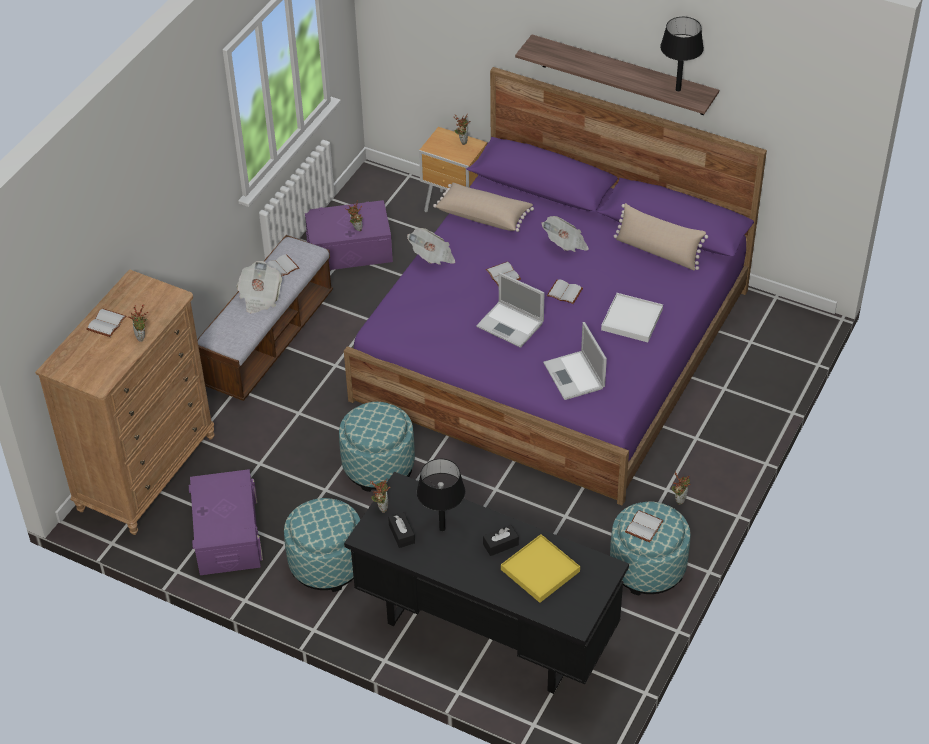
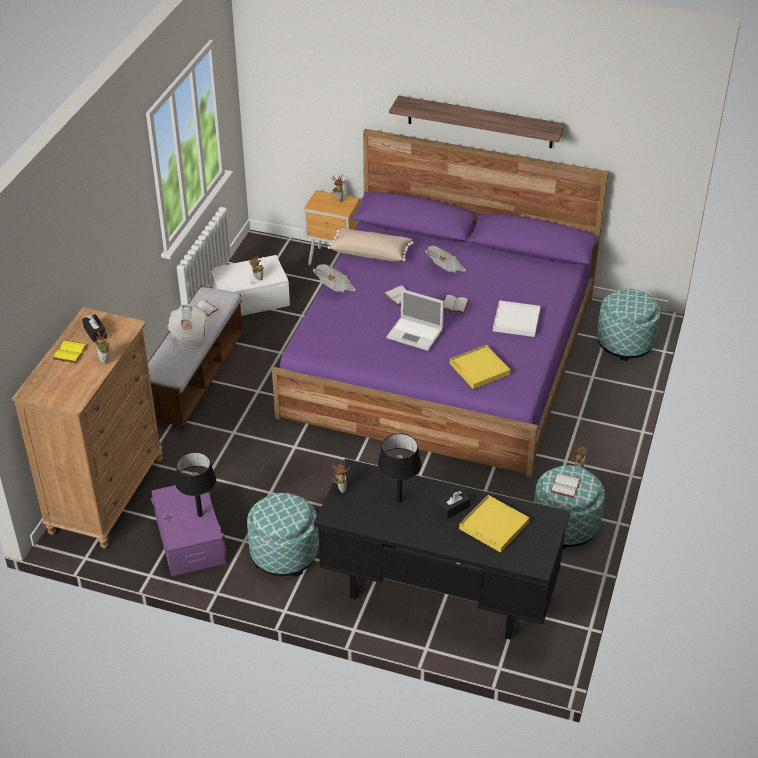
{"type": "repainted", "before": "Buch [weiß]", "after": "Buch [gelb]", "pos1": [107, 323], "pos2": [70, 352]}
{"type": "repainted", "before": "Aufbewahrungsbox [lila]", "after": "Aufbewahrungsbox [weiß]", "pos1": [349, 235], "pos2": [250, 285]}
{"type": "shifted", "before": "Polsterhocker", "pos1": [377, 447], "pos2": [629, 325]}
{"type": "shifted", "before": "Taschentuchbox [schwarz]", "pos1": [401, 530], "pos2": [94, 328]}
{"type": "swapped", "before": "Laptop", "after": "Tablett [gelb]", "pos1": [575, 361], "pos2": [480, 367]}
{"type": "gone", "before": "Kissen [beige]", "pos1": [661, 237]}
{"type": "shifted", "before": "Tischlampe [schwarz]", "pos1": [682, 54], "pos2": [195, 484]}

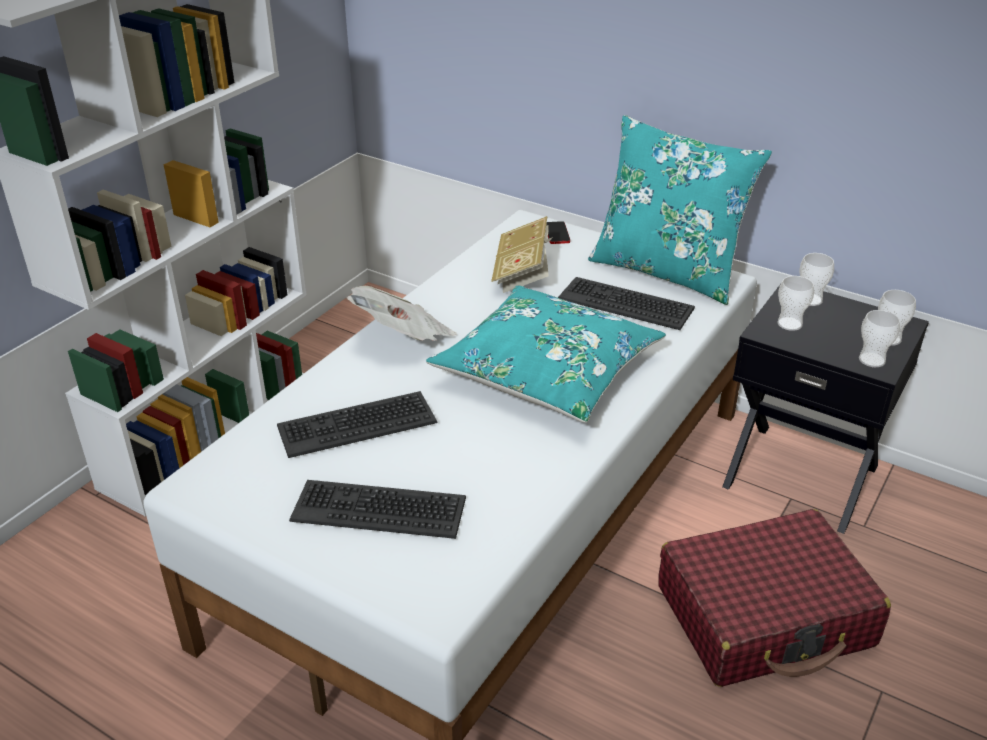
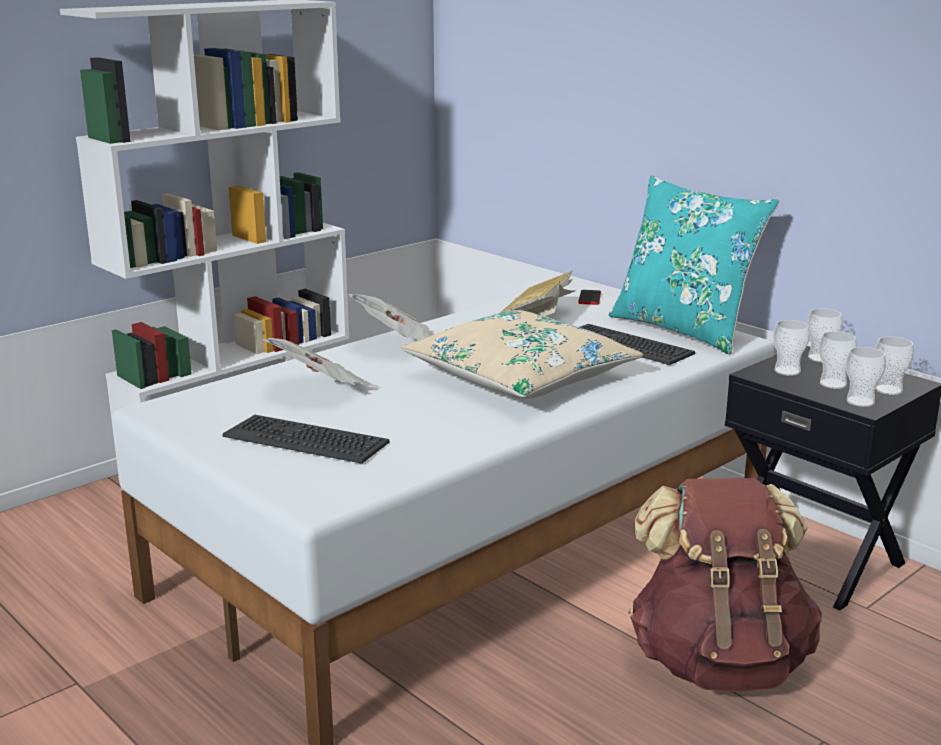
{"type": "swapped", "before": "Tastatur", "after": "Zeitung", "pos1": [357, 424], "pos2": [319, 362]}
{"type": "repainted", "before": "Kissen [türkis]", "after": "Kissen [beige]", "pos1": [546, 354], "pos2": [522, 354]}
{"type": "swapped", "before": "Koffer [rot]", "after": "Rucksack [braun]", "pos1": [774, 598], "pos2": [725, 585]}
{"type": "new", "after": "Tasse", "pos2": [838, 360]}

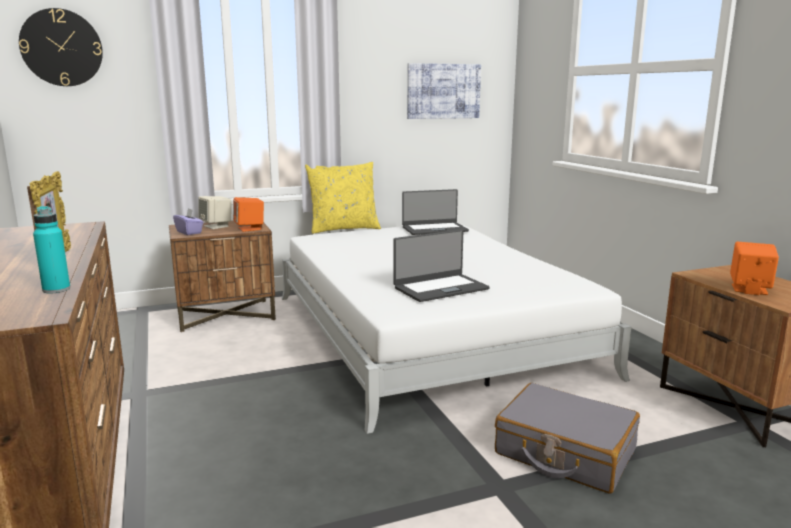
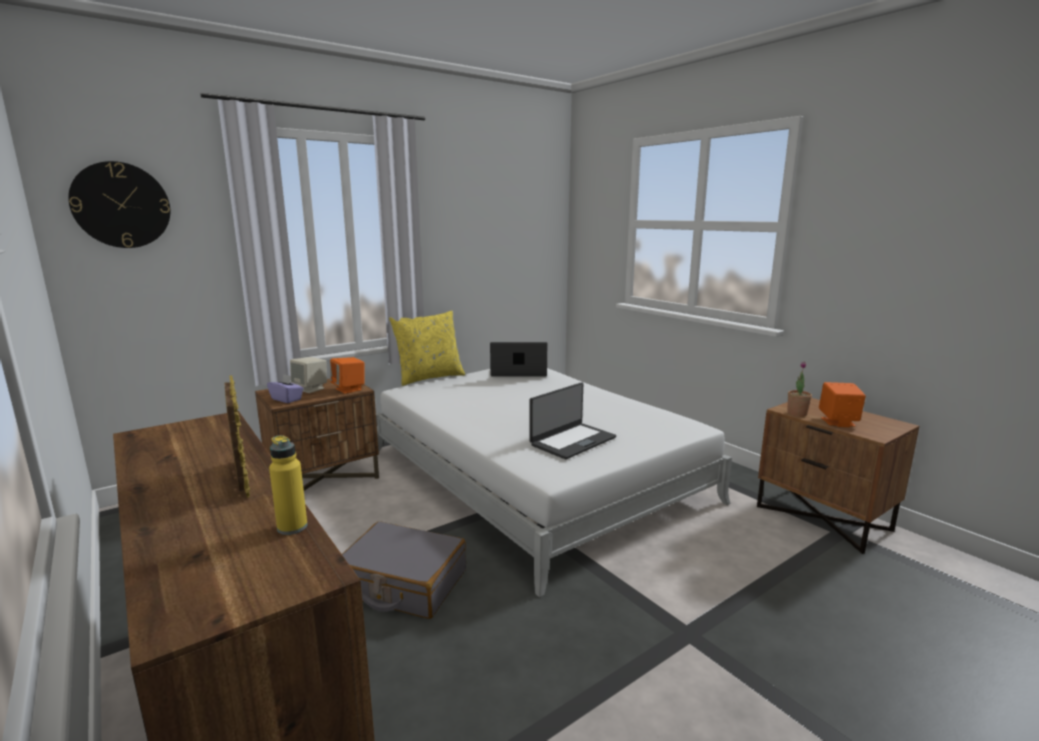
{"type": "repainted", "before": "Flasche [türkis]", "after": "Flasche [gelb]", "pos1": [51, 249], "pos2": [288, 485]}
{"type": "rotated", "before": "Laptop", "pos1": [435, 212], "pos2": [518, 359], "turn": -150}
{"type": "gone", "before": "Bild", "pos1": [444, 91]}
{"type": "shifted", "before": "Koffer [grau]", "pos1": [567, 438], "pos2": [404, 570]}
{"type": "new", "after": "Topfpflanze", "pos2": [799, 389]}

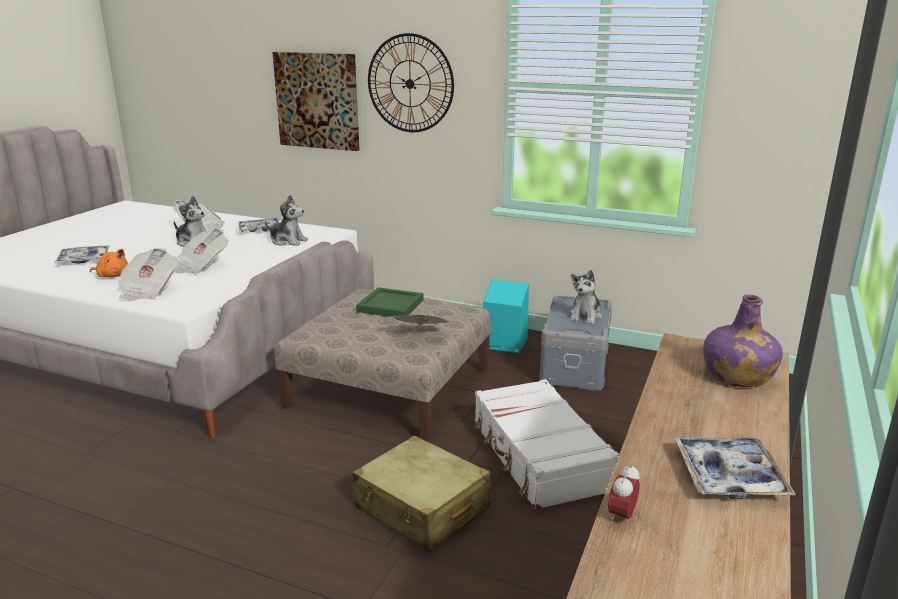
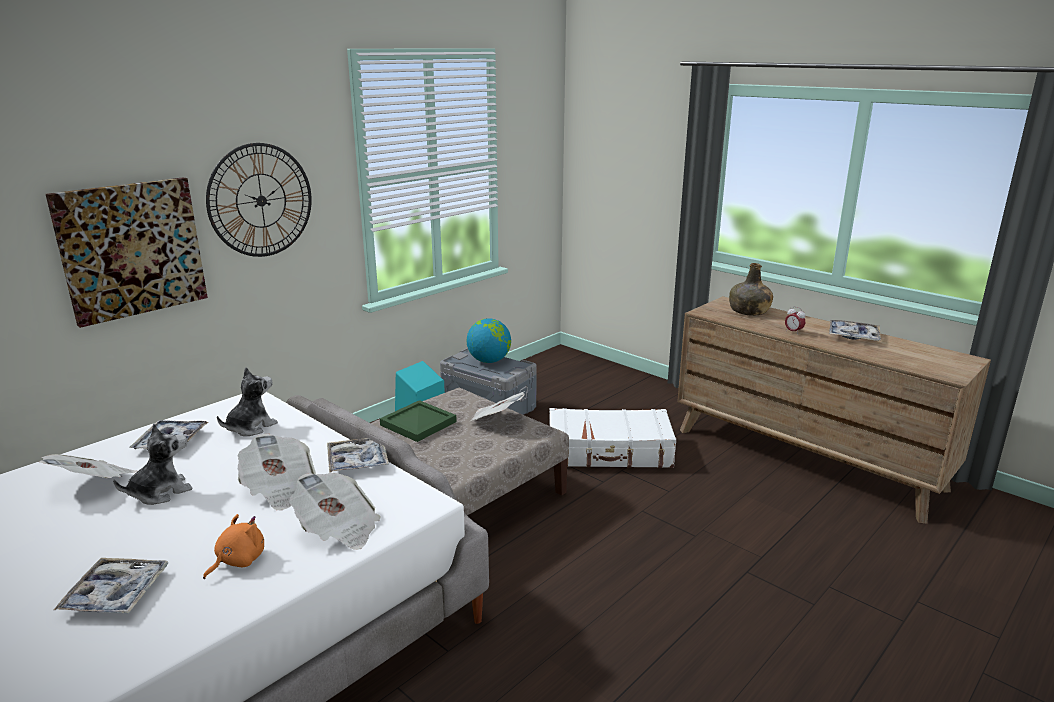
{"type": "gone", "before": "Koffer [beige]", "pos1": [421, 494]}
{"type": "swapped", "before": "Plüschtier", "after": "Globus", "pos1": [586, 297], "pos2": [488, 340]}
{"type": "shifted", "before": "Wecker", "pos1": [624, 493], "pos2": [795, 320]}
{"type": "repainted", "before": "Flasche [lila]", "after": "Flasche [grün]", "pos1": [743, 341], "pos2": [751, 289]}
{"type": "new", "after": "Tablett", "pos2": [358, 455]}

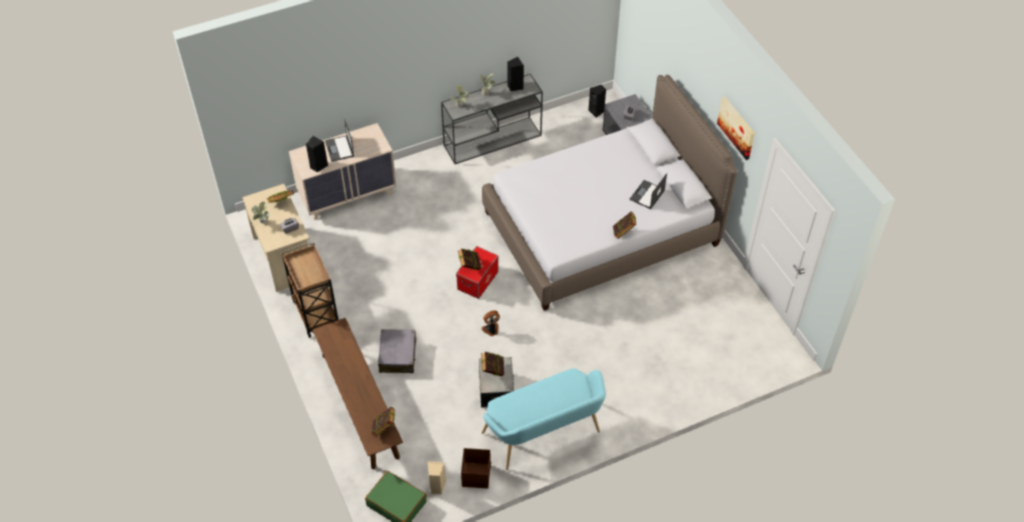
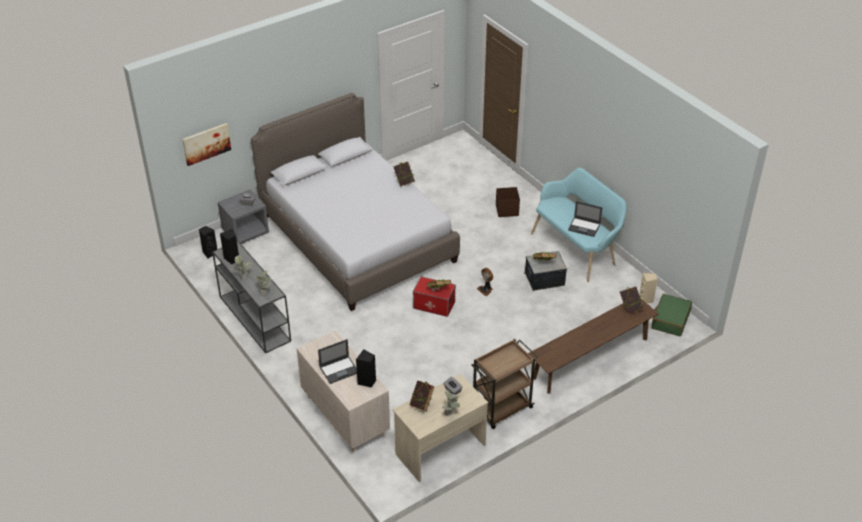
{"type": "gone", "before": "Koffer [grau]", "pos1": [397, 351]}
{"type": "shifted", "before": "Aufbewahrungsbox [braun]", "pos1": [476, 468], "pos2": [508, 202]}
{"type": "shifted", "before": "Laptop", "pos1": [648, 191], "pos2": [585, 219]}
{"type": "shifted", "before": "Bild", "pos1": [736, 128], "pos2": [206, 144]}

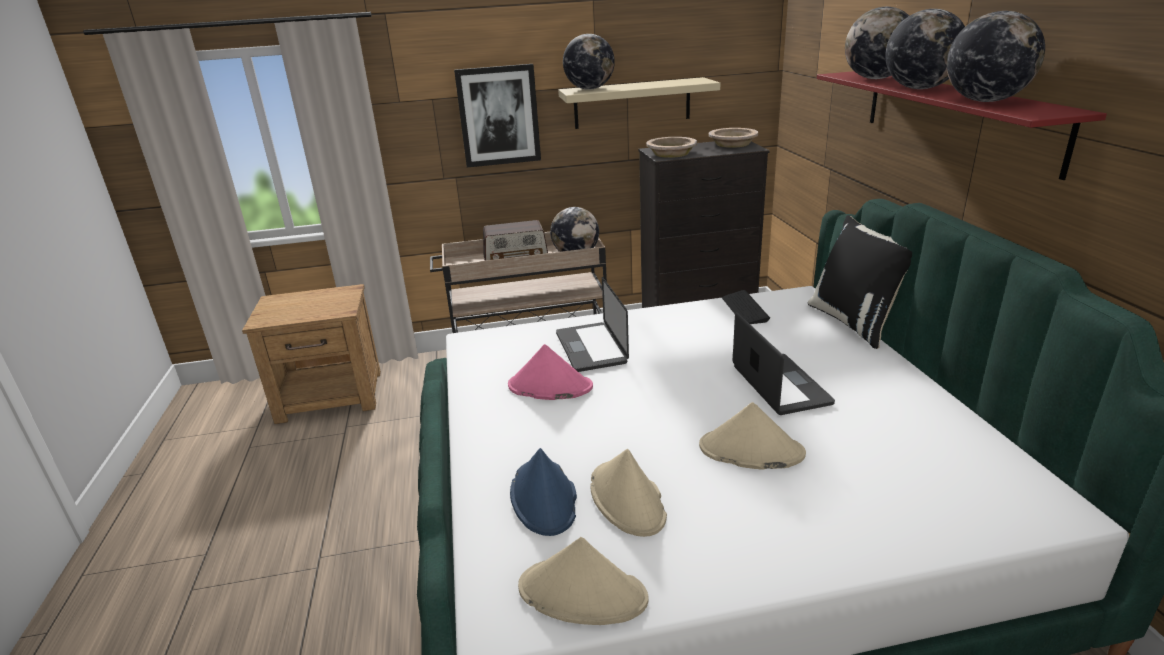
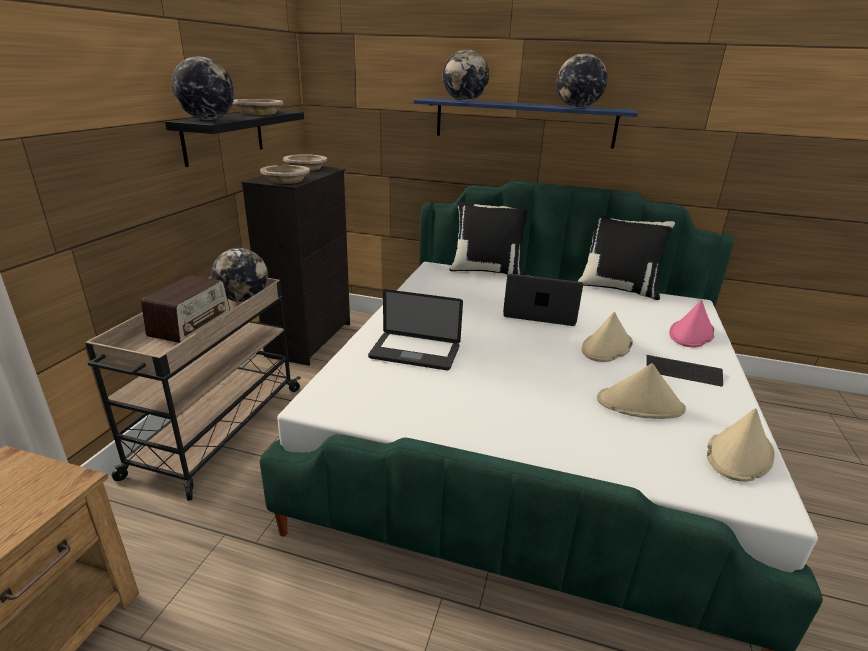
{"type": "gone", "before": "Bild", "pos1": [497, 115]}
{"type": "shifted", "before": "Hut [rosa]", "pos1": [550, 372], "pos2": [691, 323]}
{"type": "gone", "before": "Hut [blau]", "pos1": [543, 492]}
{"type": "repainted", "before": "Wandregal [beige]", "after": "Wandregal [schwarz]", "pos1": [639, 103], "pos2": [234, 138]}
{"type": "shifted", "before": "Tastatur", "pos1": [746, 307], "pos2": [684, 370]}
{"type": "repainted", "before": "Wandregal [rot]", "after": "Wandregal [blau]", "pos1": [962, 125], "pos2": [526, 123]}
{"type": "gone", "before": "Globus", "pos1": [925, 49]}
{"type": "new", "after": "Schüssel [beige]", "pos2": [258, 107]}
{"type": "new", "after": "Kissen [schwarz]", "pos2": [626, 258]}

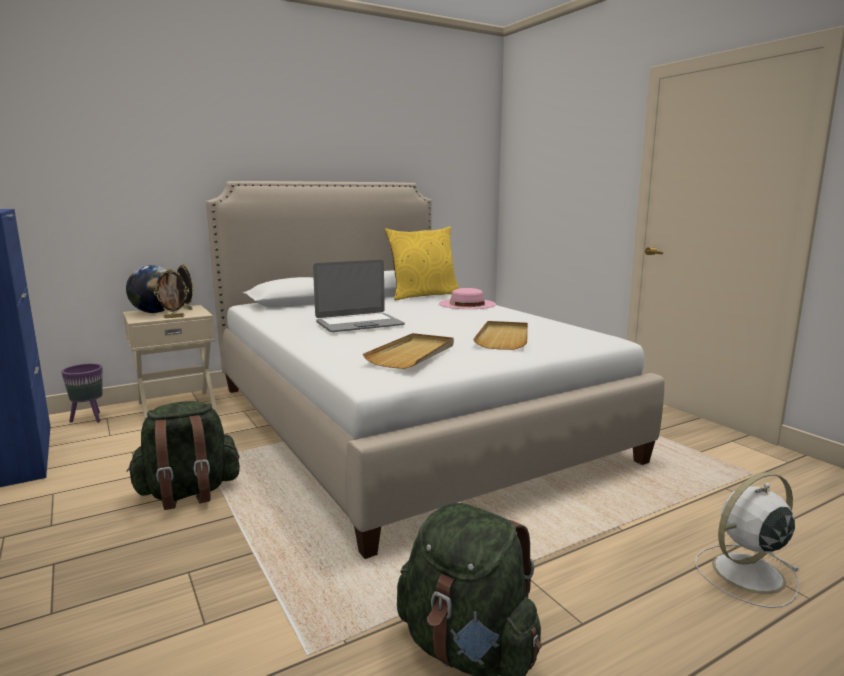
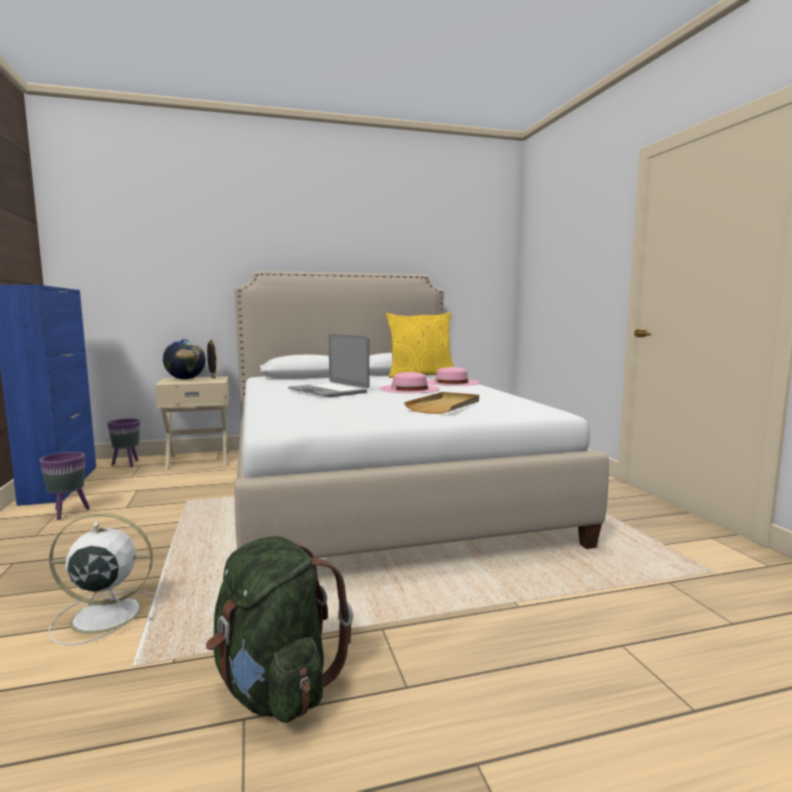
{"type": "gone", "before": "Rucksack [grün]", "pos1": [183, 455]}
{"type": "gone", "before": "Bilderrahmen", "pos1": [171, 293]}
{"type": "rotated", "before": "Laptop", "pos1": [359, 296], "pos2": [328, 365], "turn": 60}
{"type": "gone", "before": "Tablett [beige]", "pos1": [408, 351]}
{"type": "shifted", "before": "Ventilator [weiß]", "pos1": [747, 540], "pos2": [103, 579]}
{"type": "new", "after": "Pflanzkübel [lila]", "pos2": [64, 486]}
{"type": "new", "after": "Hut [rosa]", "pos2": [410, 382]}

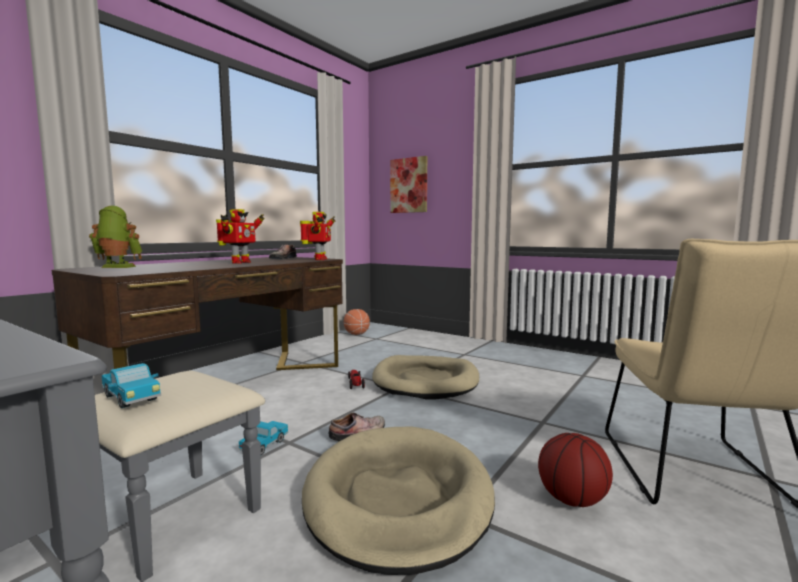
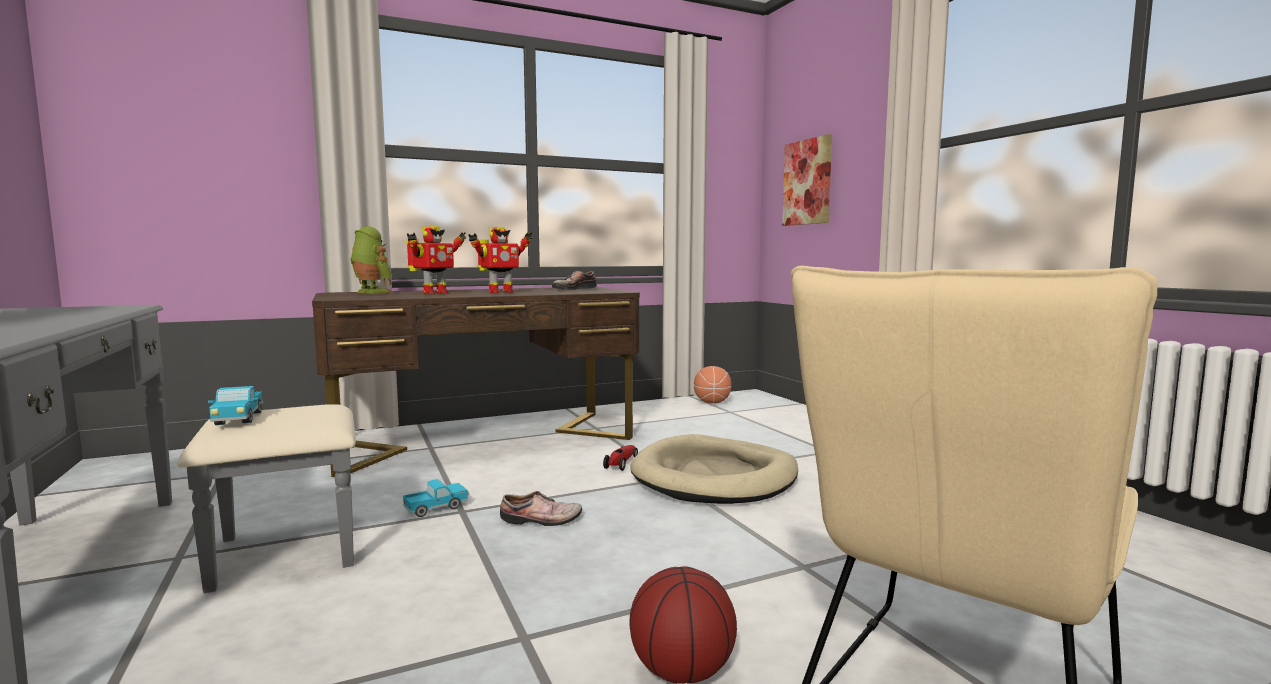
{"type": "shifted", "before": "Spielzeugroboter", "pos1": [318, 236], "pos2": [436, 260]}
{"type": "gone", "before": "Hundebett [beige]", "pos1": [398, 500]}

